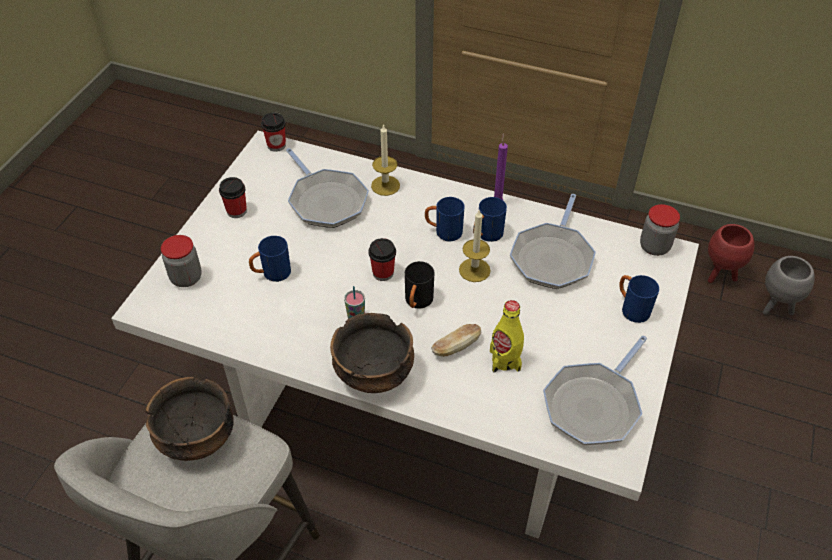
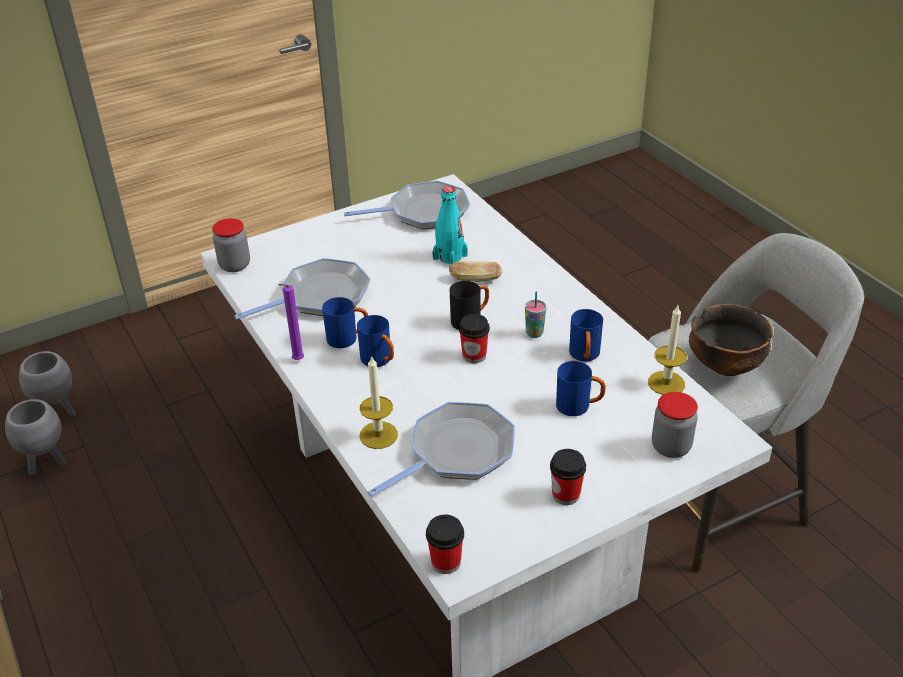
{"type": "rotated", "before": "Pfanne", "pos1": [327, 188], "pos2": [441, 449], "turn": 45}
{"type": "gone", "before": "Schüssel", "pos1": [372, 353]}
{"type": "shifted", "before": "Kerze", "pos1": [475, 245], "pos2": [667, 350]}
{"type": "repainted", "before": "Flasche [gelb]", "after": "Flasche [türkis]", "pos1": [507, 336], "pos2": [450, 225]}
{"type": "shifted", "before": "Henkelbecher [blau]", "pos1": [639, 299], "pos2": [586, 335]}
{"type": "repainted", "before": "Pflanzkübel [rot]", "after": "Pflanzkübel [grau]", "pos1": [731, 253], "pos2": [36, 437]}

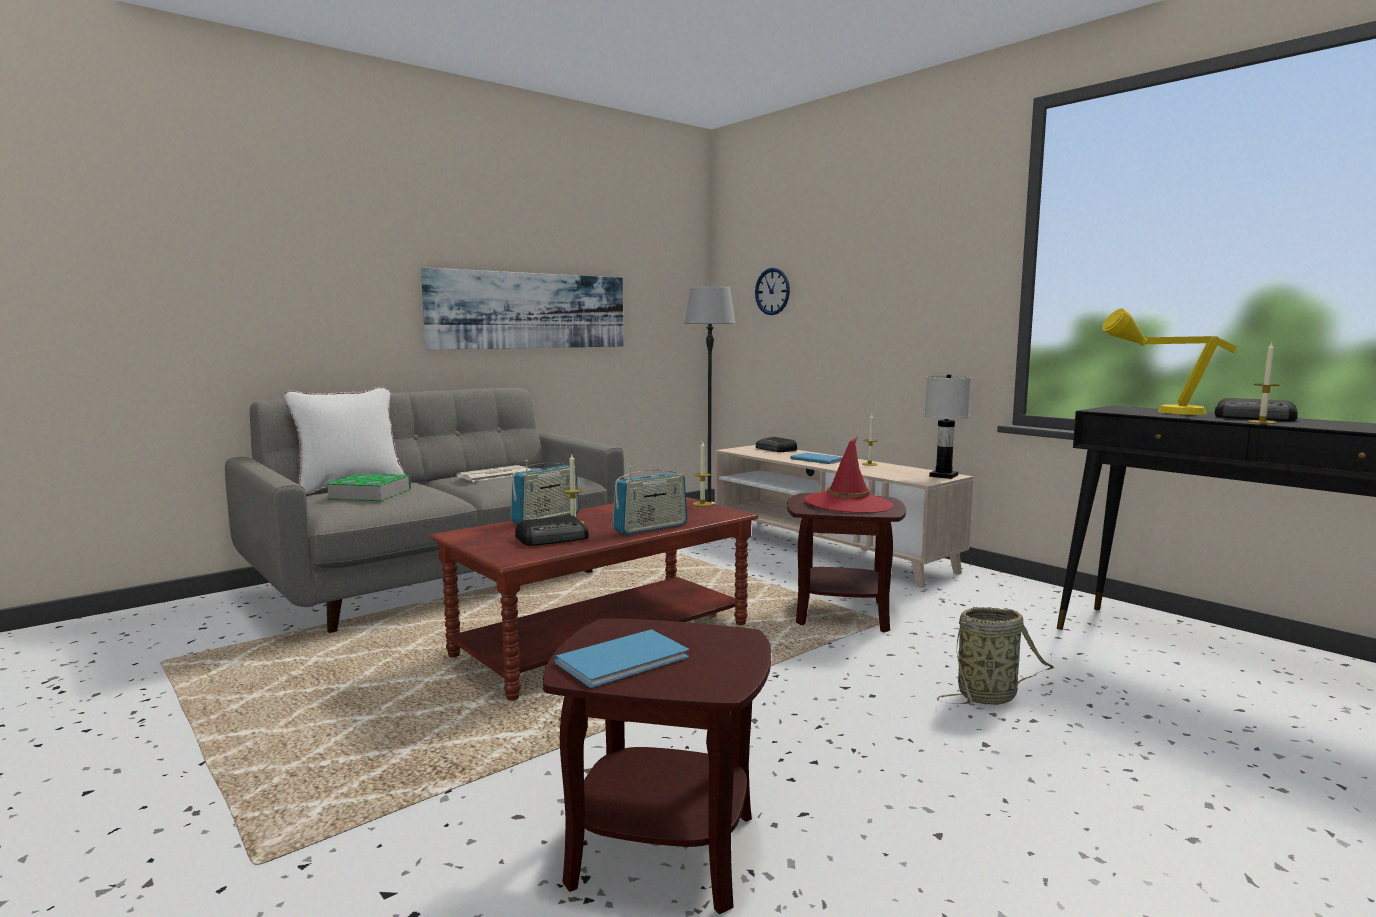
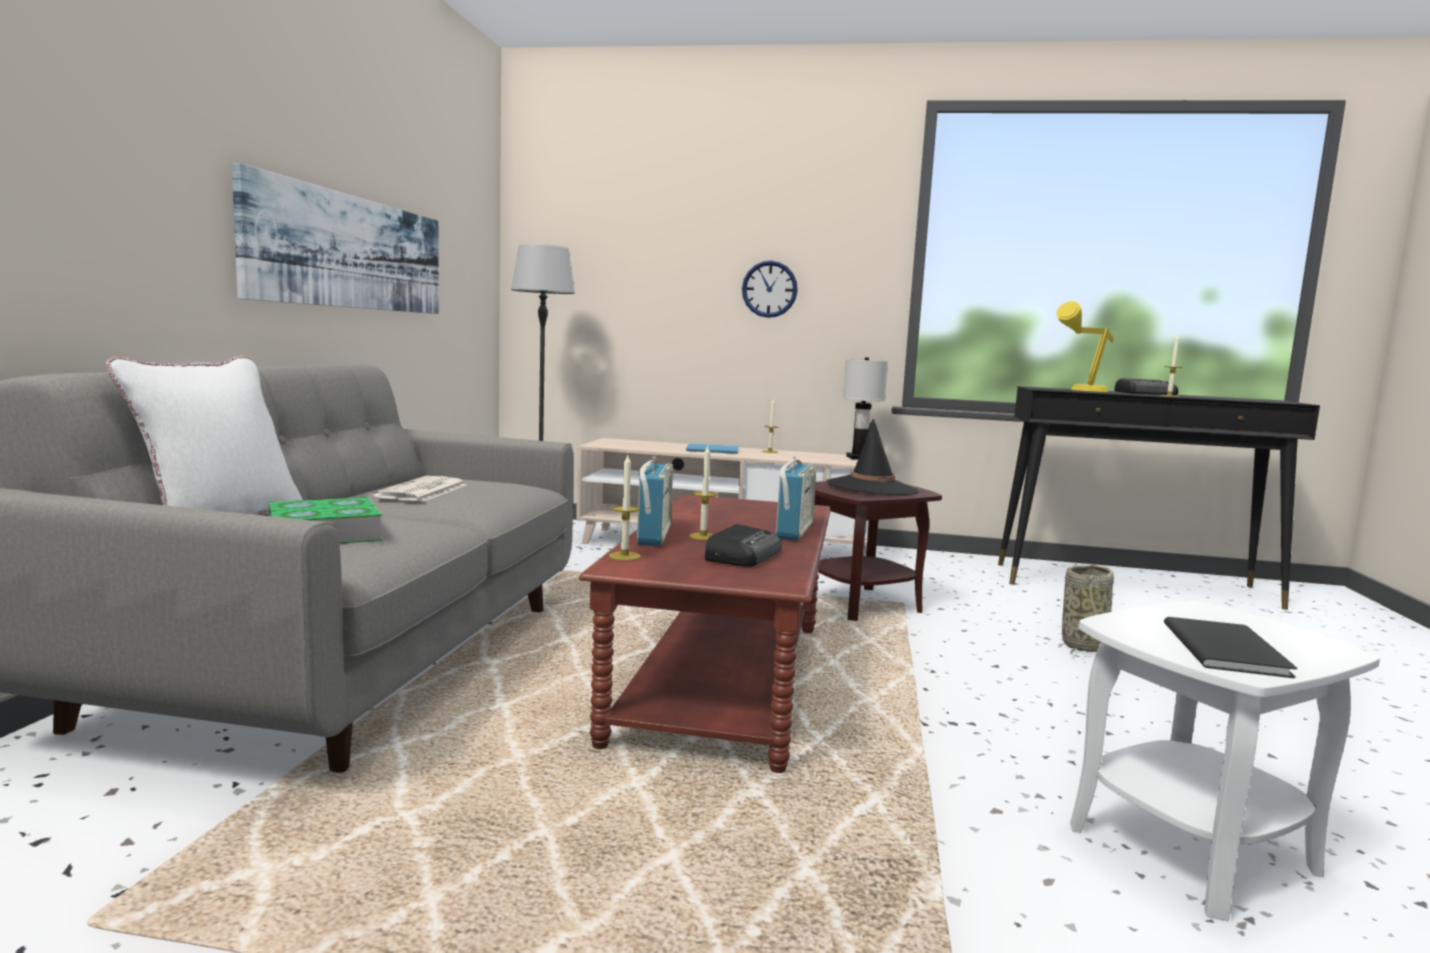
{"type": "repainted", "before": "Beistelltisch [braun]", "after": "Beistelltisch [weiß]", "pos1": [657, 766], "pos2": [1225, 761]}
{"type": "repainted", "before": "Buch [blau]", "after": "Buch [schwarz]", "pos1": [621, 658], "pos2": [1230, 647]}
{"type": "shifted", "before": "Kerze", "pos1": [702, 474], "pos2": [625, 508]}
{"type": "shifted", "before": "Wanduhr", "pos1": [772, 291], "pos2": [770, 289]}
{"type": "gone", "before": "Radio", "pos1": [776, 444]}
{"type": "repainted", "before": "Hut [rot]", "after": "Hut [schwarz]", "pos1": [848, 475], "pos2": [873, 456]}

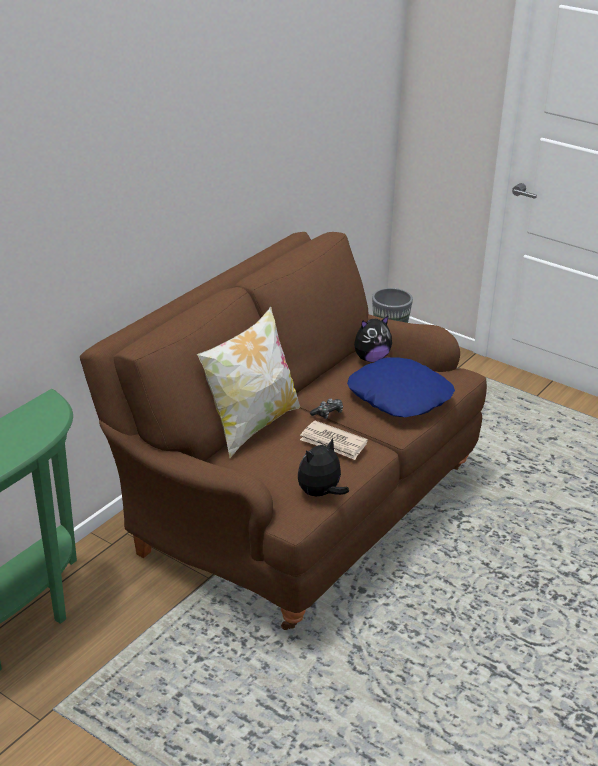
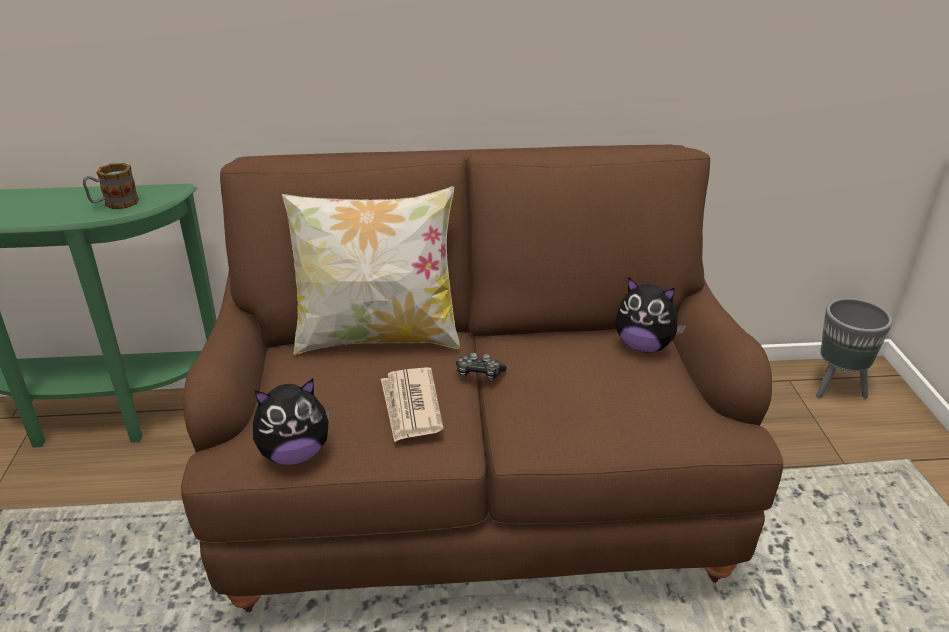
{"type": "rotated", "before": "Plüschtier", "pos1": [323, 467], "pos2": [291, 422], "turn": 150}
{"type": "gone", "before": "Kissen [blau]", "pos1": [401, 387]}
{"type": "new", "after": "Henkelbecher", "pos2": [111, 186]}

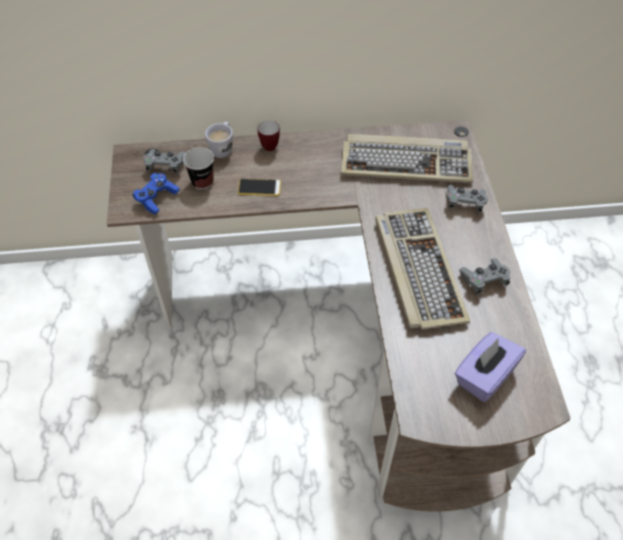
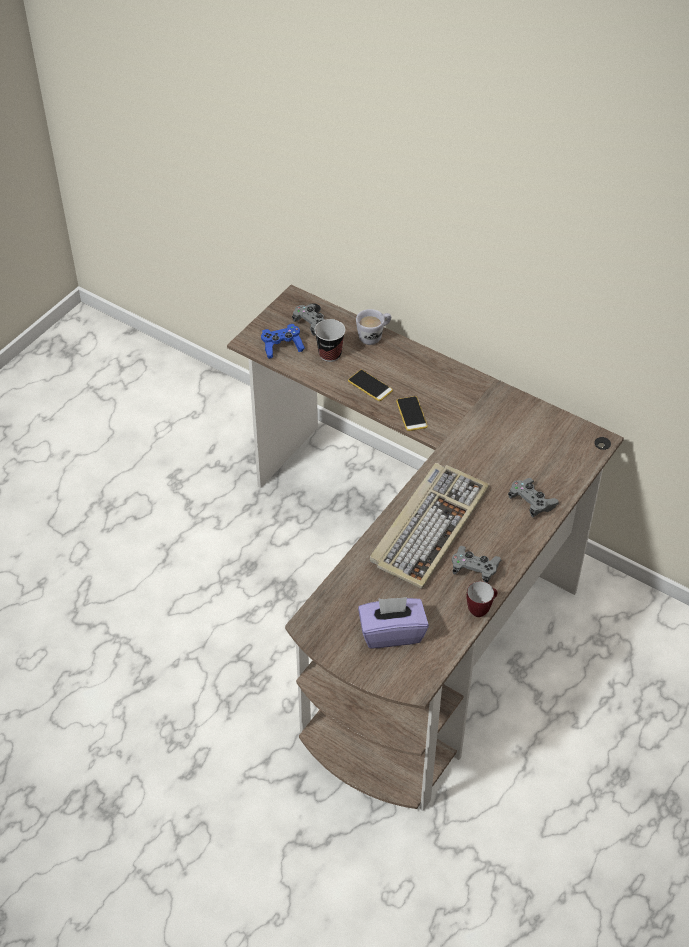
{"type": "shifted", "before": "Henkelbecher", "pos1": [269, 135], "pos2": [482, 599]}
{"type": "gone", "before": "Tastatur", "pos1": [407, 158]}
{"type": "new", "after": "Handy", "pos2": [412, 413]}

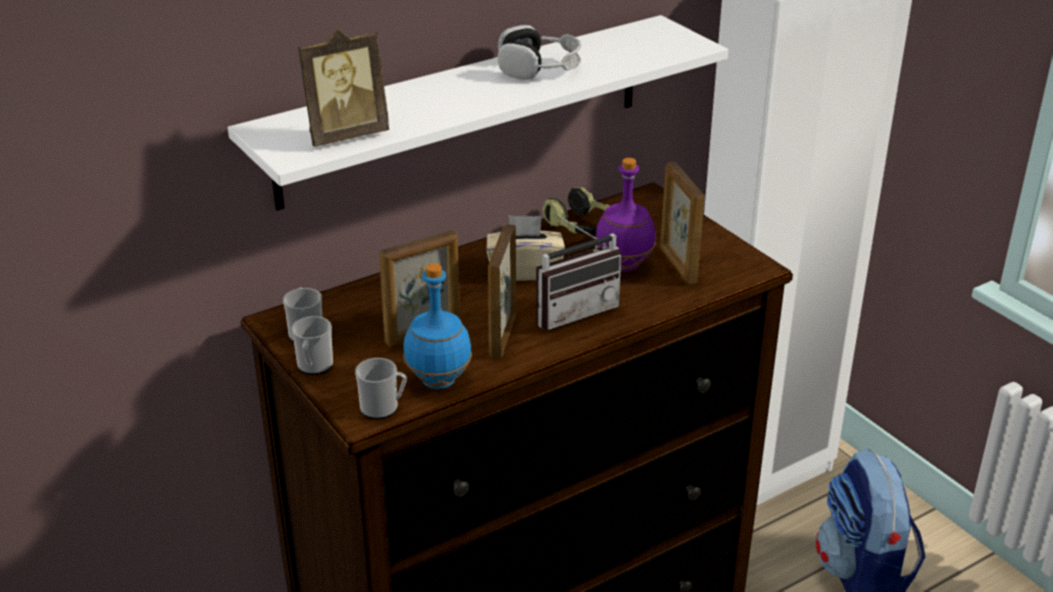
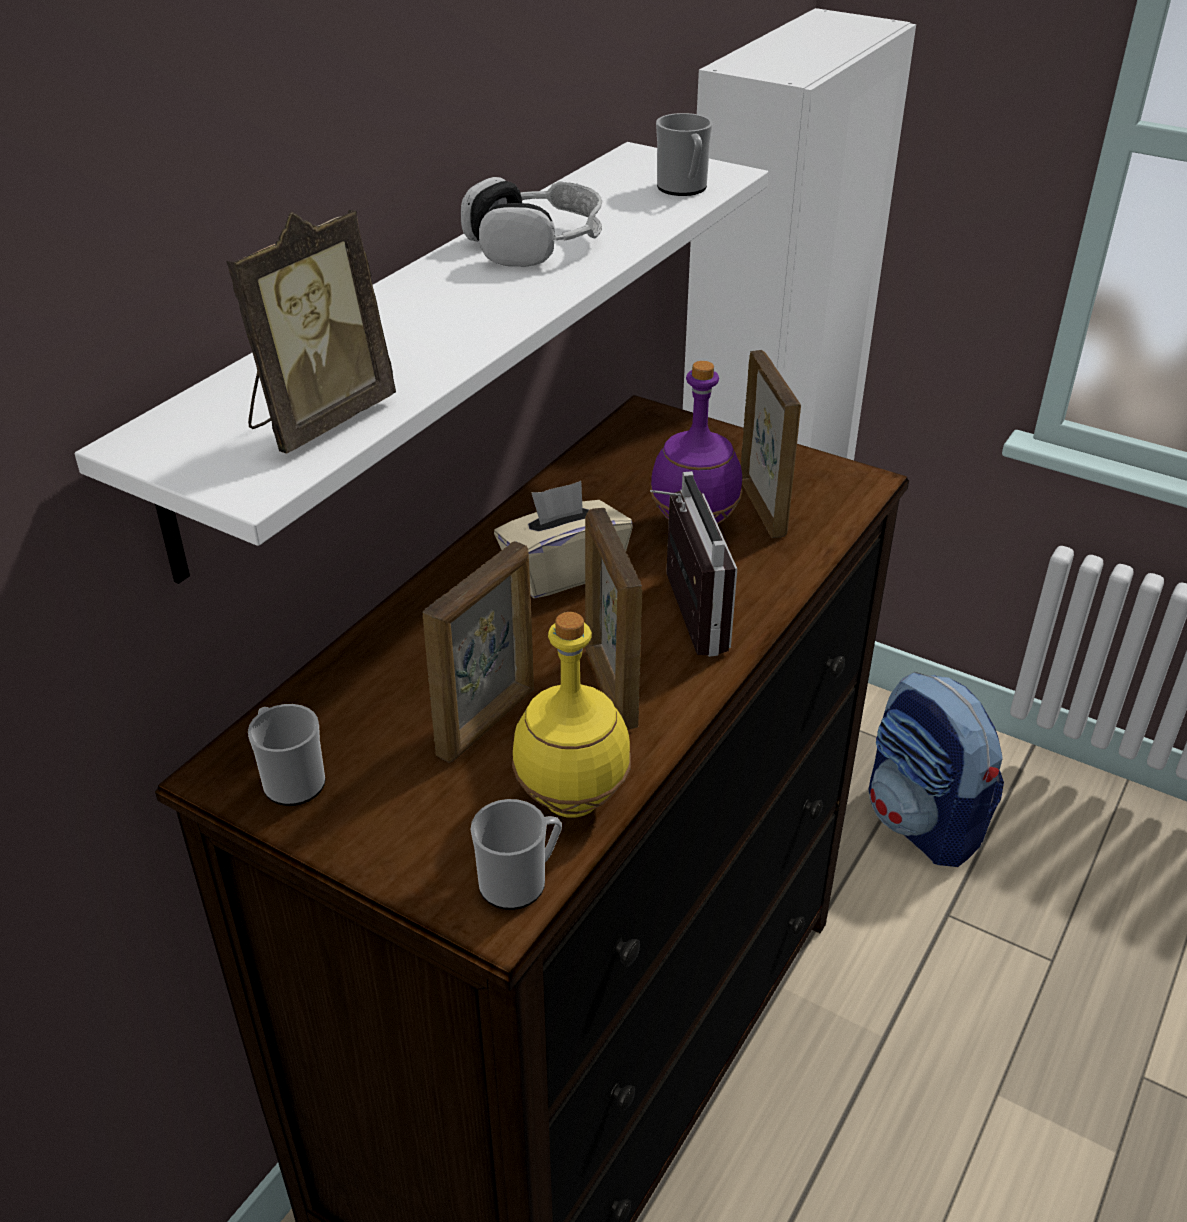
{"type": "shifted", "before": "Henkelbecher", "pos1": [312, 345], "pos2": [684, 154]}
{"type": "repainted", "before": "Flasche [blau]", "after": "Flasche [gelb]", "pos1": [437, 326], "pos2": [571, 715]}
{"type": "rotated", "before": "Radio", "pos1": [579, 271], "pos2": [693, 564], "turn": -45}
{"type": "gone", "before": "Kopfhörer", "pos1": [576, 211]}
{"type": "rotated", "before": "Bilderrahmen", "pos1": [682, 223], "pos2": [771, 444], "turn": -150}

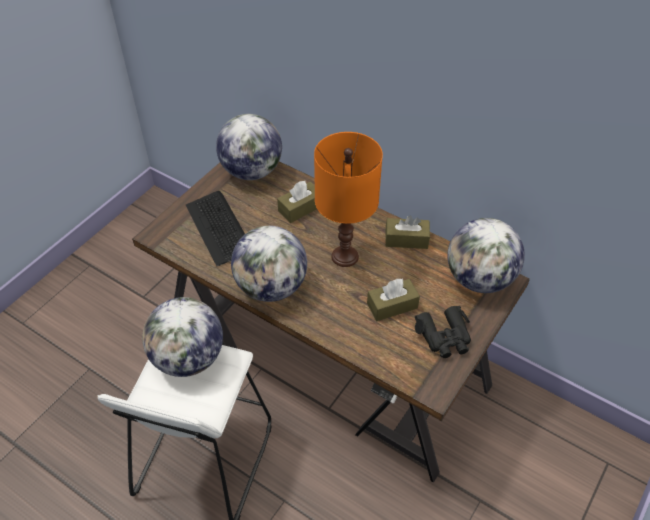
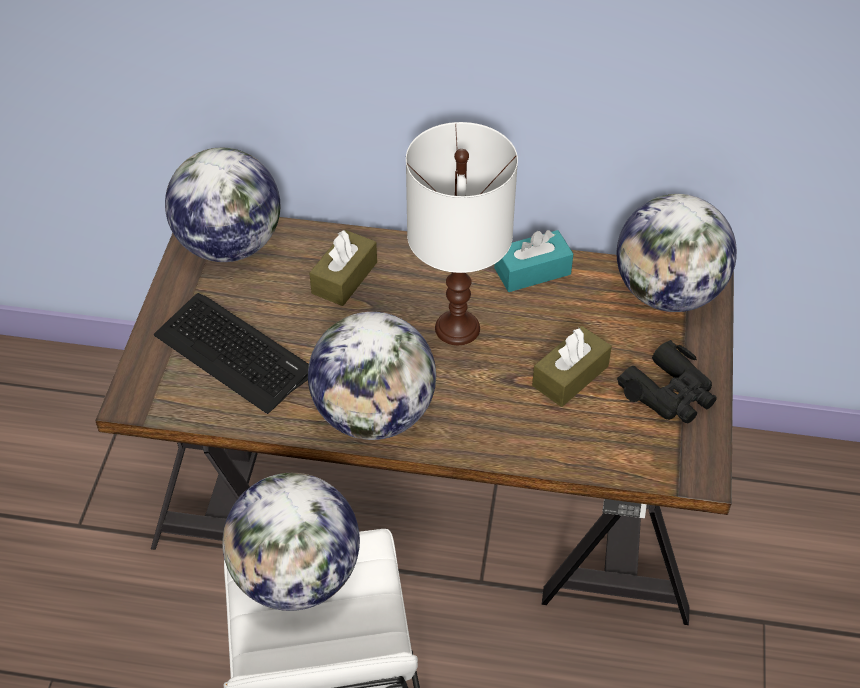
{"type": "repainted", "before": "Tischlampe [orange]", "after": "Tischlampe [weiß]", "pos1": [348, 199], "pos2": [462, 233]}
{"type": "repainted", "before": "Taschentuchbox [braun]", "after": "Taschentuchbox [türkis]", "pos1": [407, 232], "pos2": [533, 261]}

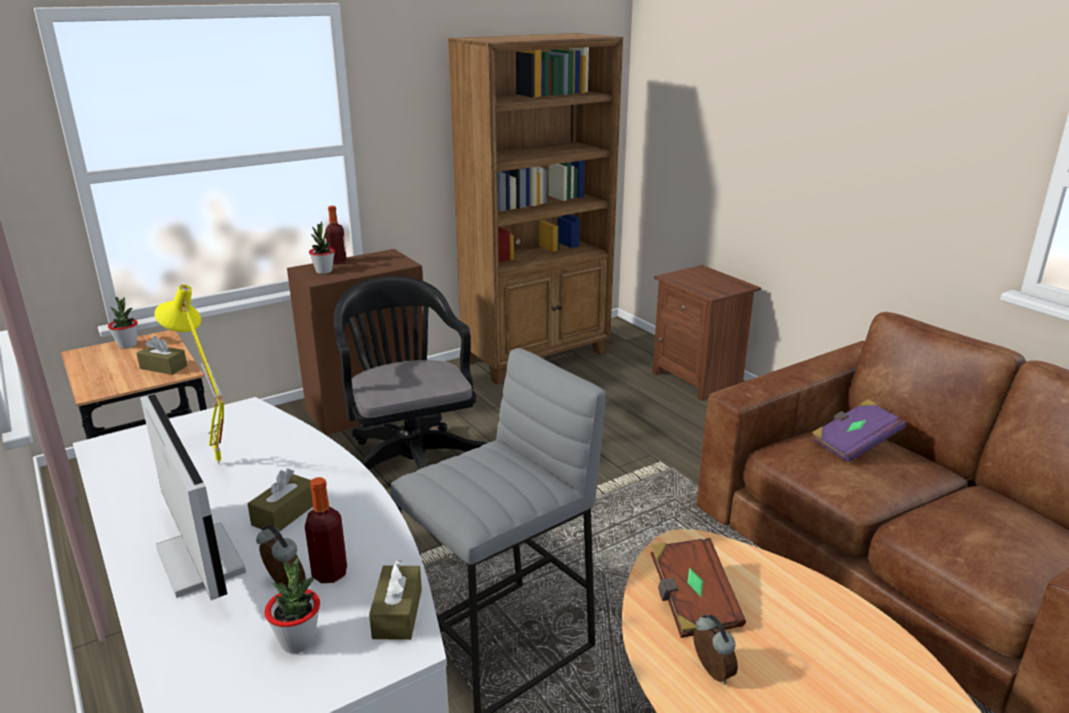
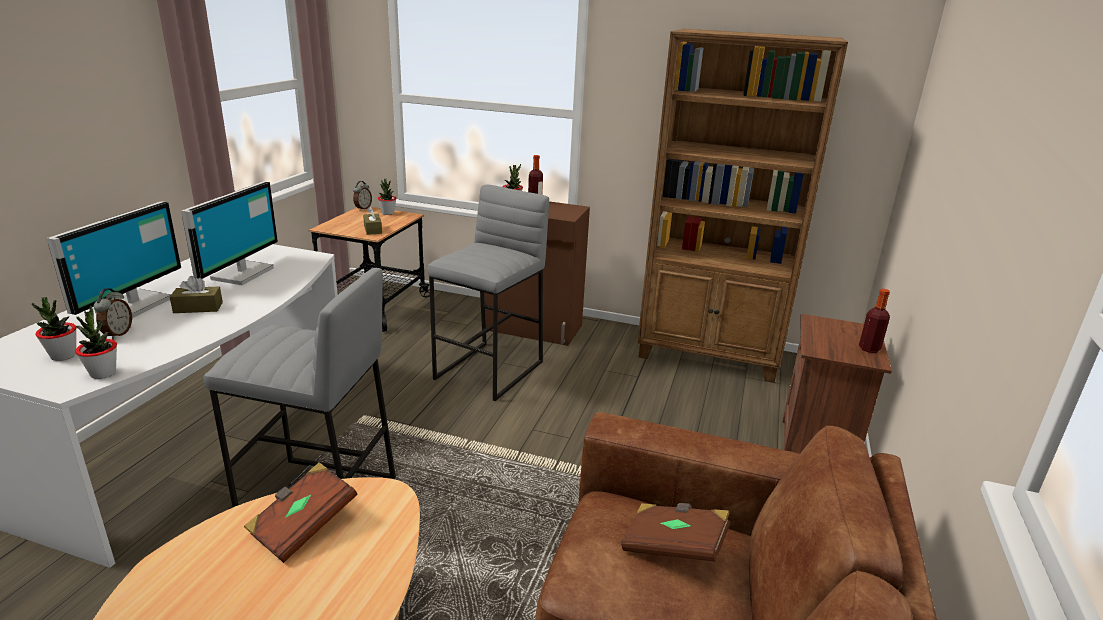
{"type": "swapped", "before": "Tischlampe [gelb]", "after": "Monitor", "pos1": [189, 375], "pos2": [229, 233]}
{"type": "shifted", "before": "Flasche", "pos1": [326, 530], "pos2": [874, 321]}
{"type": "swapped", "before": "Bürostuhl [schwarz]", "after": "Hocker [grau]", "pos1": [410, 373], "pos2": [488, 293]}
{"type": "swapped", "before": "Taschentuchbox [braun]", "after": "Topfpflanze", "pos1": [395, 599], "pos2": [96, 342]}
{"type": "shifted", "before": "Wecker", "pos1": [715, 649], "pos2": [362, 195]}
{"type": "repainted", "before": "Buch [lila]", "after": "Buch [braun]", "pos1": [859, 431], "pos2": [675, 532]}

